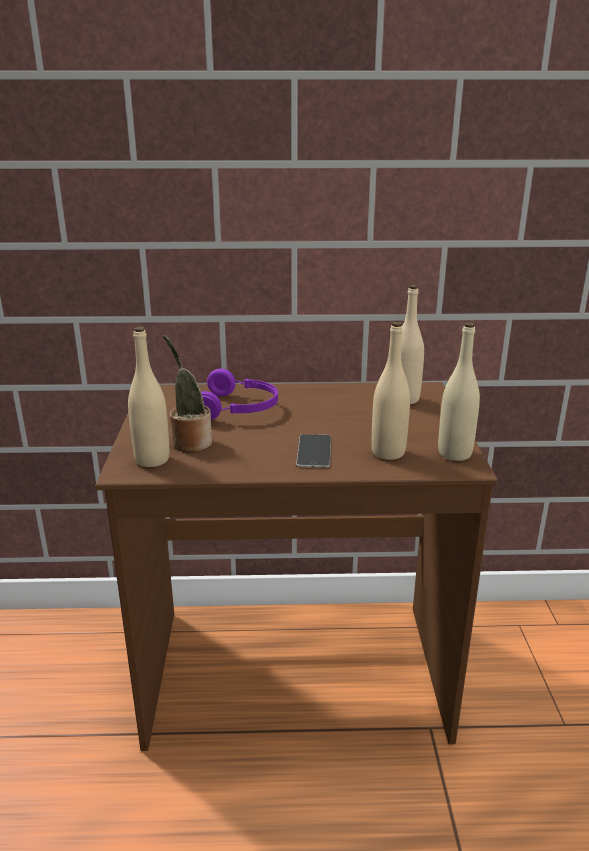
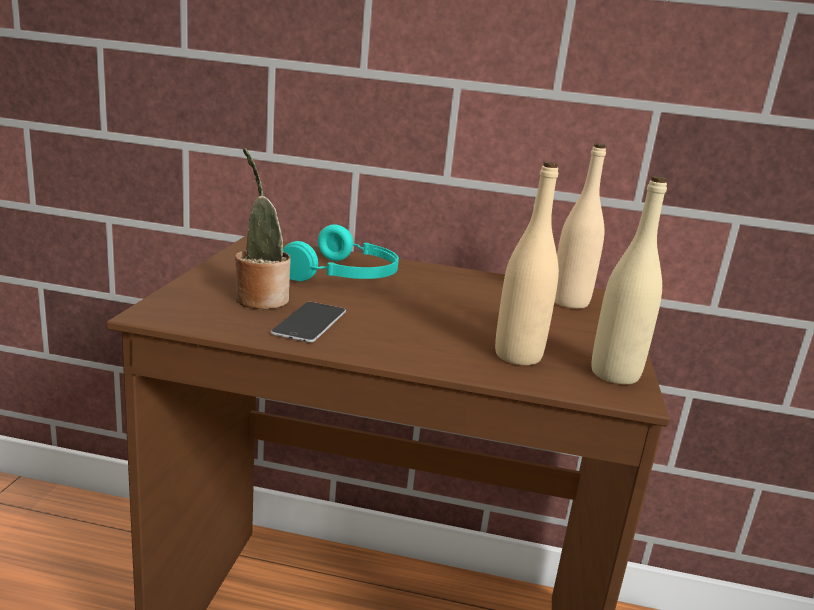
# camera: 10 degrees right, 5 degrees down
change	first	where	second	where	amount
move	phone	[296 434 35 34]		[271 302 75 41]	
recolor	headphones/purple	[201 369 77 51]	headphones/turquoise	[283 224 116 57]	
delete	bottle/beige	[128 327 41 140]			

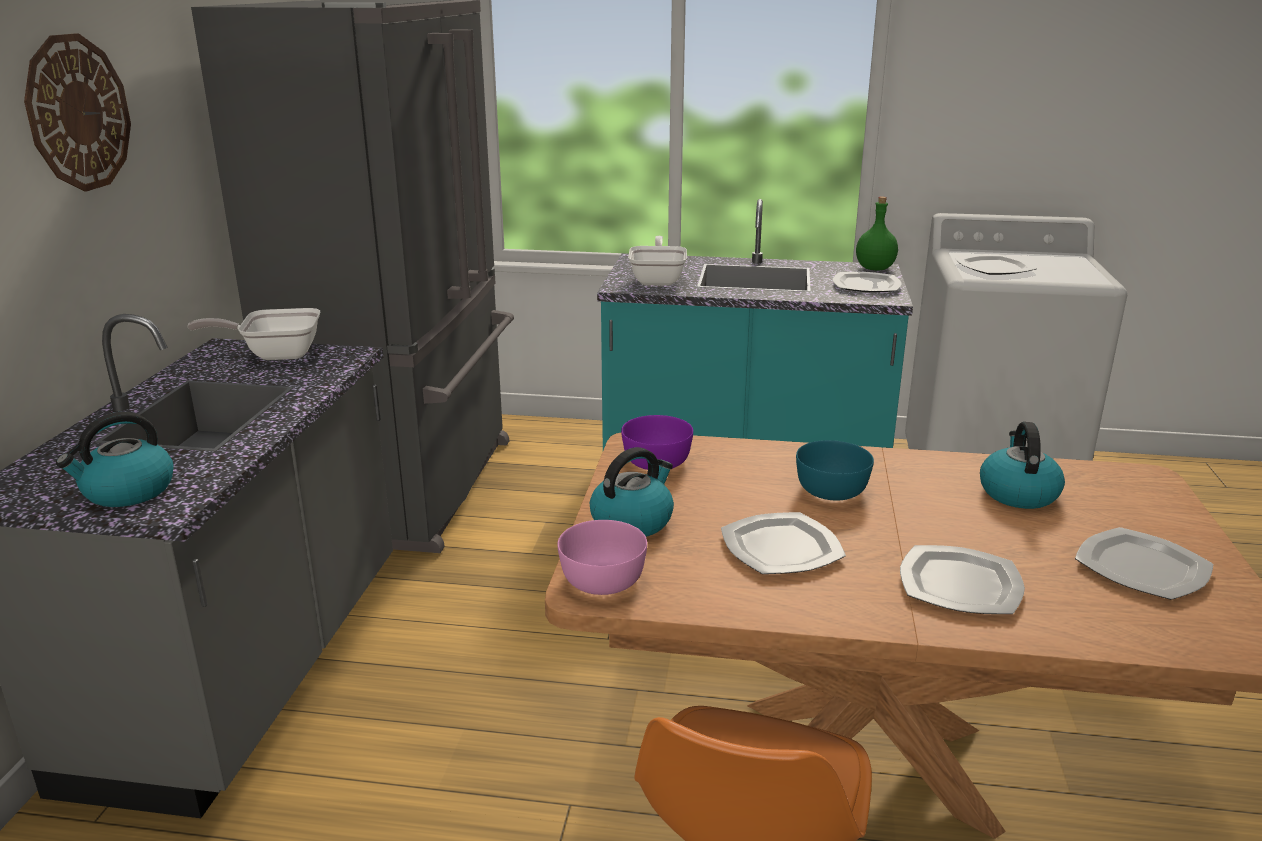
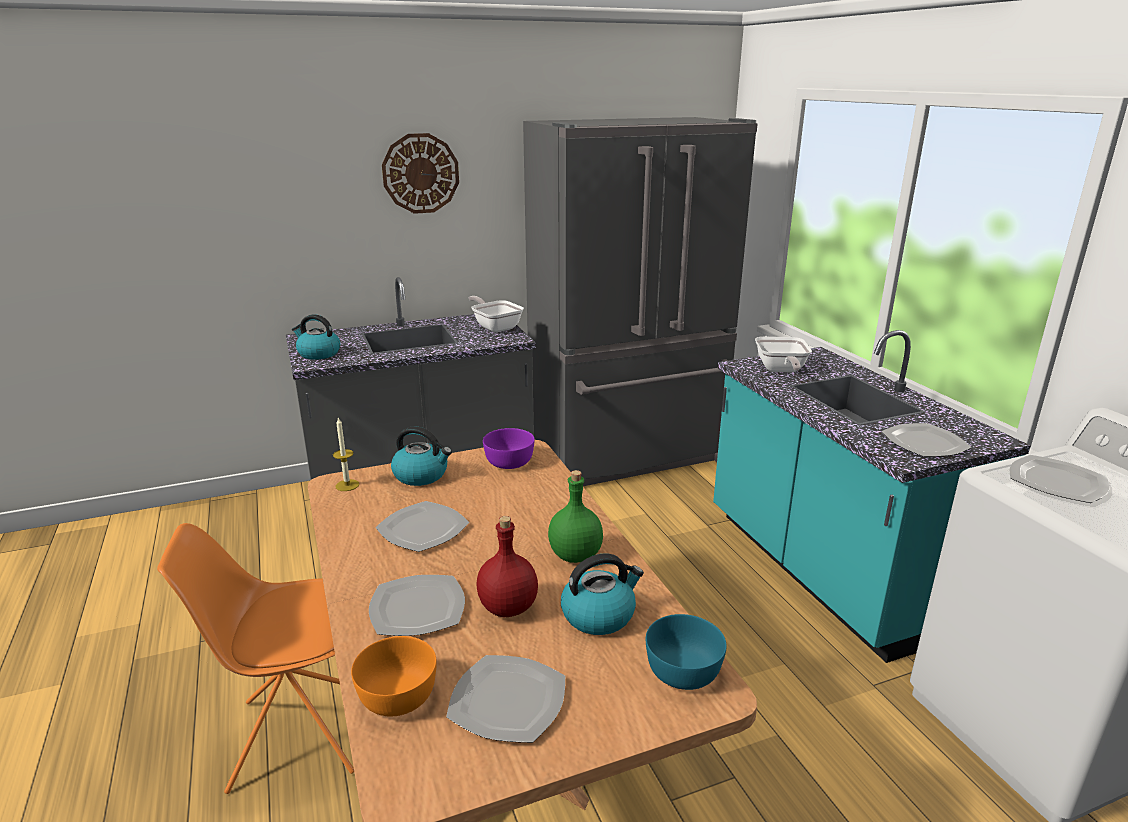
# camera: 60 degrees right, 0 degrees up
change	first	where	second	where	amount
replace	bowl/pink	[558 520 89 75]	candle	[333 418 26 73]	
insert			bowl/orange	[351 636 86 81]	
insert			bottle/red	[476 516 62 101]	
move	bottle/green	[856 197 42 73]		[548 470 55 93]	
move	bowl/turquoise	[796 440 78 60]		[646 614 81 76]	
rotate	frying pan	[628 236 59 50]		[755 337 57 35]	120 degrees clockwise

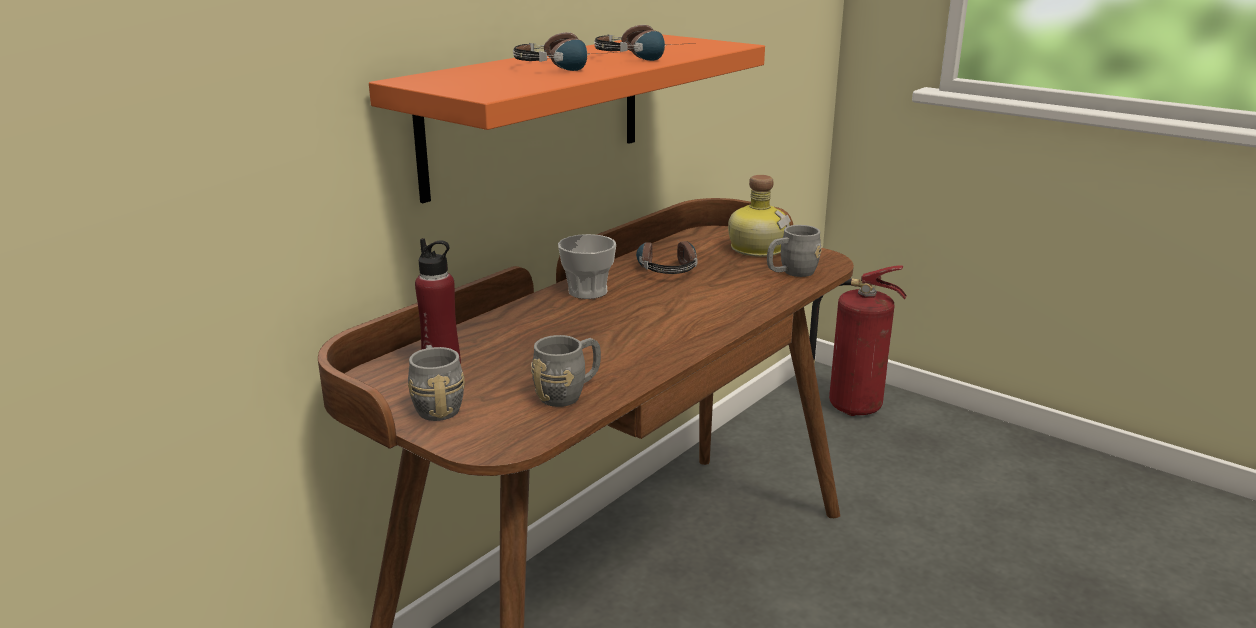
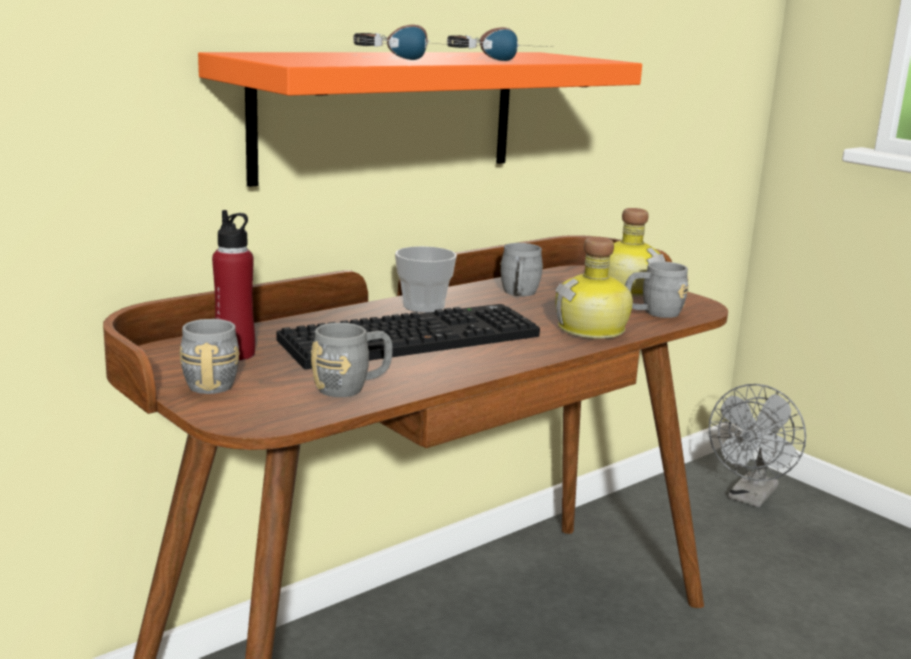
# camera: 10 degrees right, 5 degrees down
change	first	where	second	where	amount
insert			keyboard	[276 304 264 65]	
replace	headphones	[636 241 62 33]	mug/grey	[500 243 43 53]	
insert			bottle	[555 237 78 102]	
replace	fire extinguisher	[810 265 97 151]	fan/grey	[709 384 97 123]	

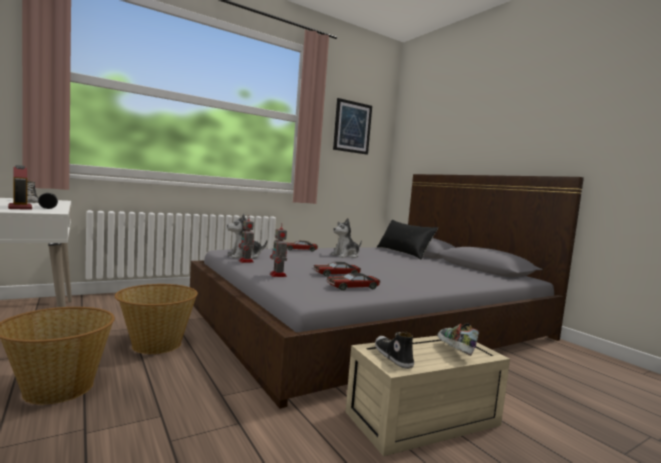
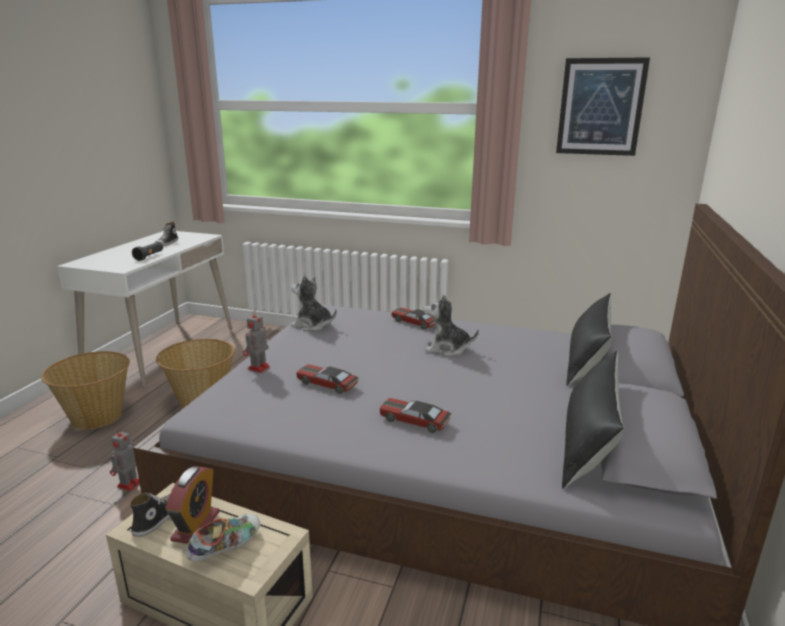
# camera: 50 degrees right, 15 degrees up
change	first	where	second	where	amount
move	toy robot	[239 216 15 47]		[110 428 30 63]	
move	alarm clock	[8 165 24 45]		[165 466 55 78]	
move	toy car	[327 273 53 18]		[379 398 72 35]	
insert			pillow/black	[562 351 63 138]	

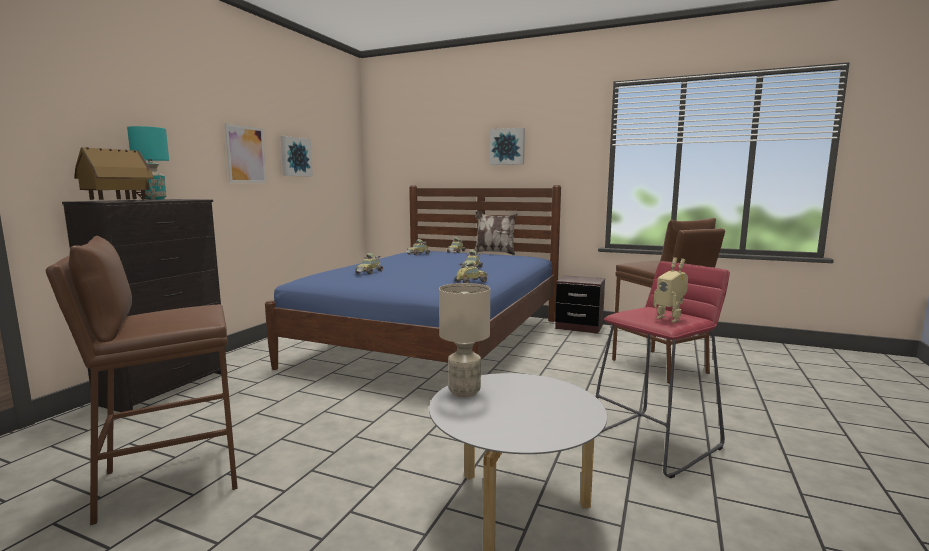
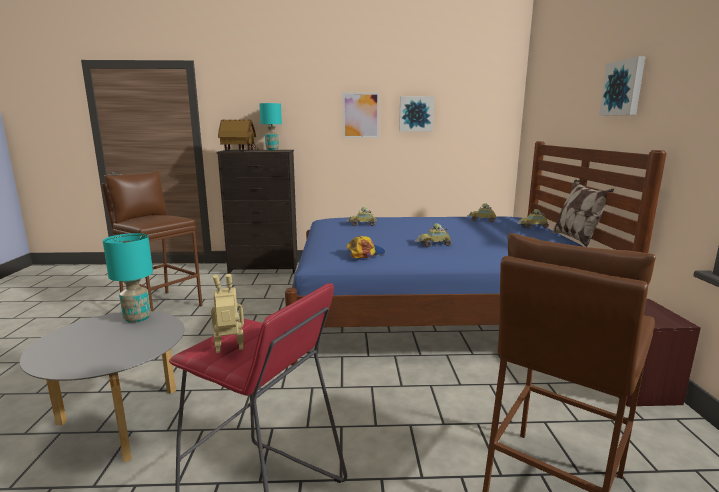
# camera: 65 degrees right, 5 degrees up
change	first	where	second	where	amount
recolor	table lamp/beige	[439 283 51 115]	table lamp/turquoise	[103 233 50 90]	
rotate	toy robot	[654 257 34 66]		[211 274 33 79]	45 degrees clockwise
replace	toy car	[455 261 33 22]	cap	[346 236 39 22]	

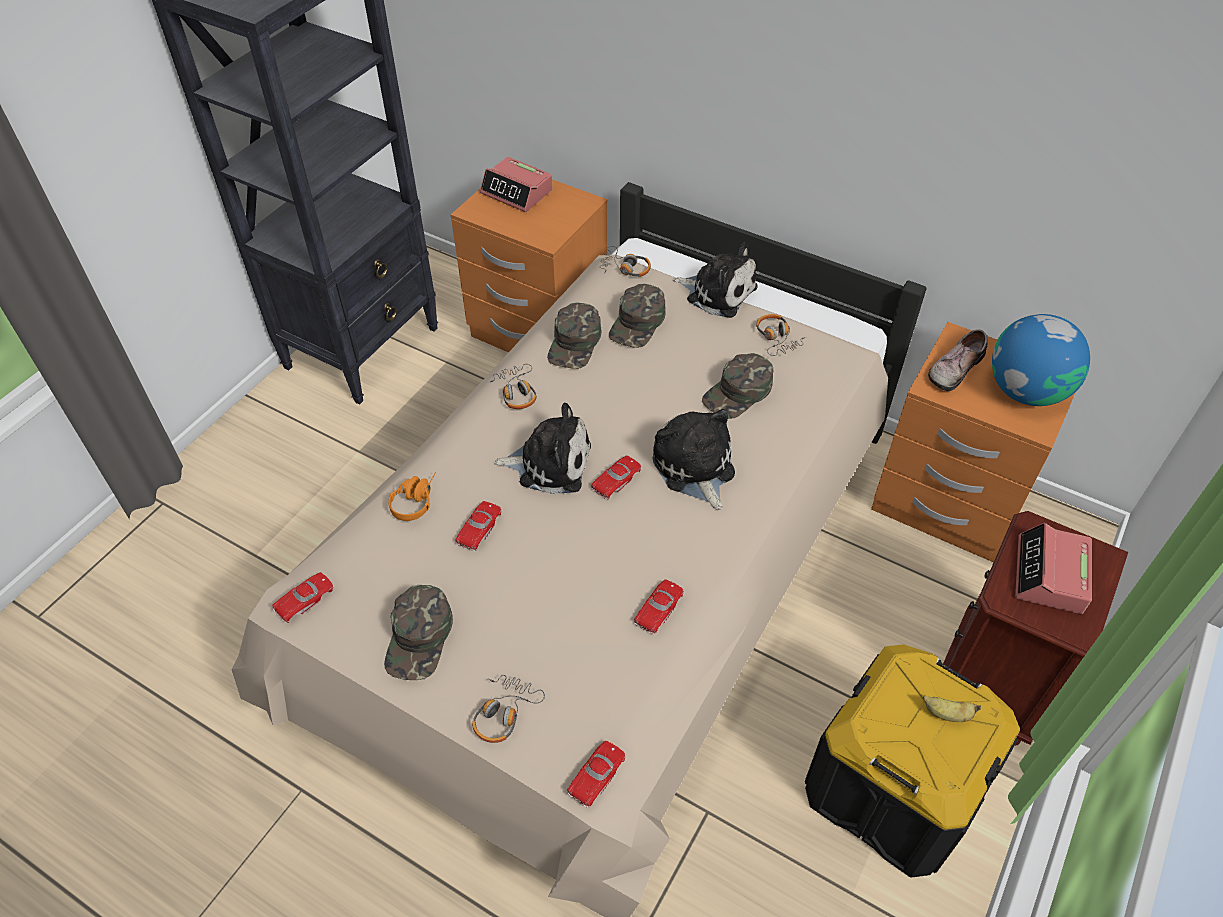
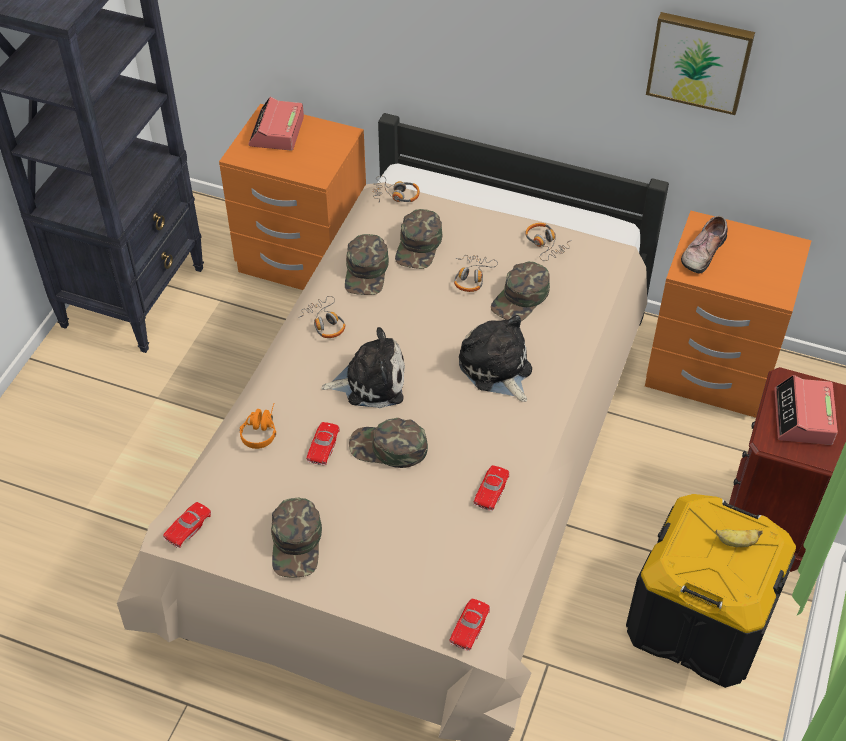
# camera: 10 degrees left, 0 degrees up
change	first	where	second	where	amount
rotate	alarm clock	[480 157 72 55]		[248 97 56 54]	75 degrees clockwise
insert			cap/green	[349 418 79 50]	
move	headphones	[472 675 73 68]		[454 255 44 37]	
insert			picture	[646 12 109 103]	
delete	toy car/red	[591 455 51 44]			
delete	plush toy	[673 243 85 75]			
delete	globe	[992 314 98 92]			

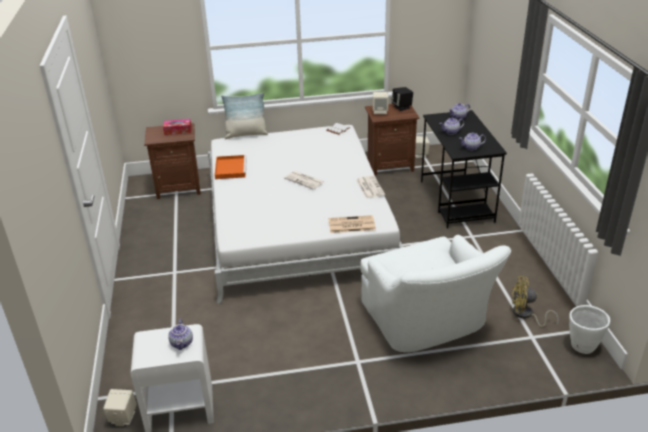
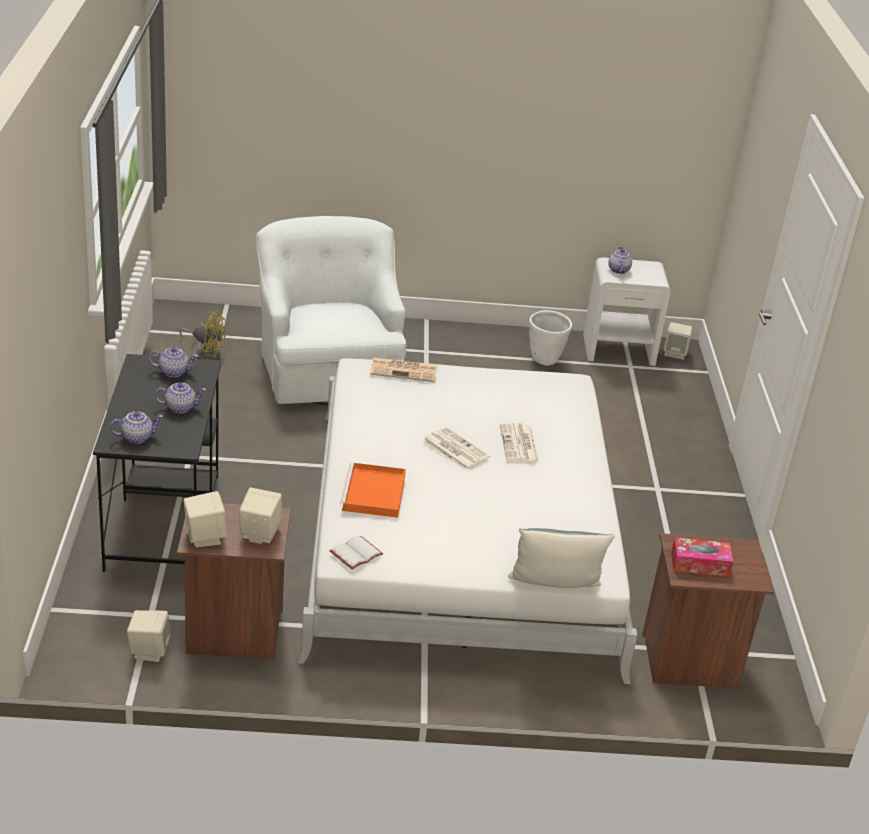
# camera: 175 degrees left, 0 degrees up
change	first	where	second	where	amount
recolor	speaker/black	[391 87 22 24]	speaker/beige	[183 491 44 56]	
move	tray/orange	[215 155 32 24]		[340 463 66 55]	
move	newspaper	[356 176 29 23]		[500 423 39 40]	
move	planter/white	[569 305 41 49]		[529 310 43 56]	

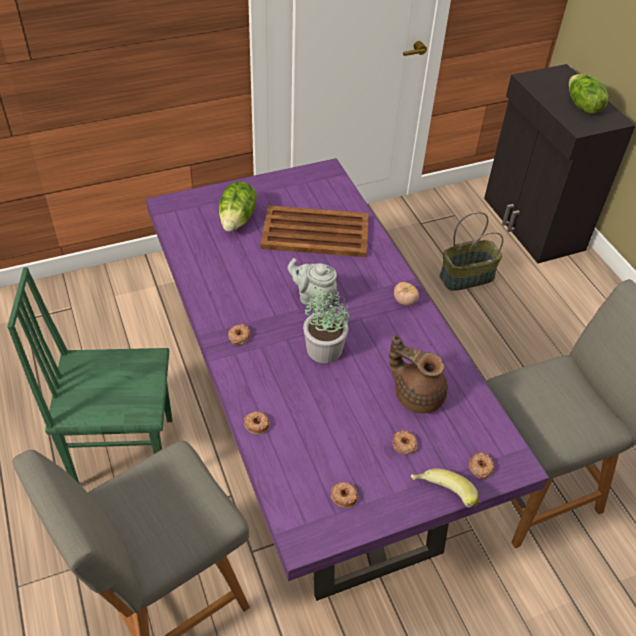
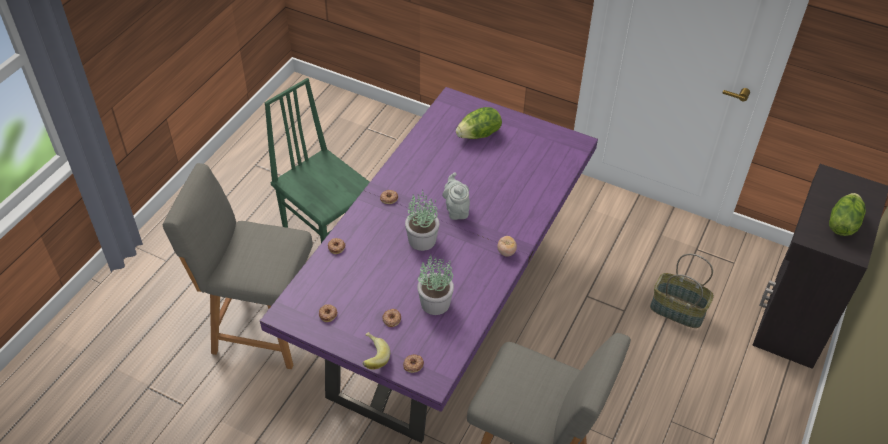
# camera: 50 degrees right, 0 degrees up
change	first	where	second	where	amount
replace	teapot/brown	[389 335 59 78]	potted plant	[418 254 36 61]	
delete	tray/brown	[260 205 109 52]			

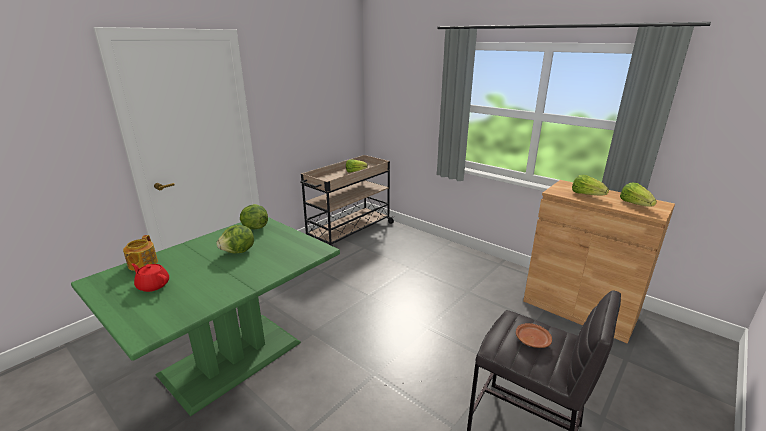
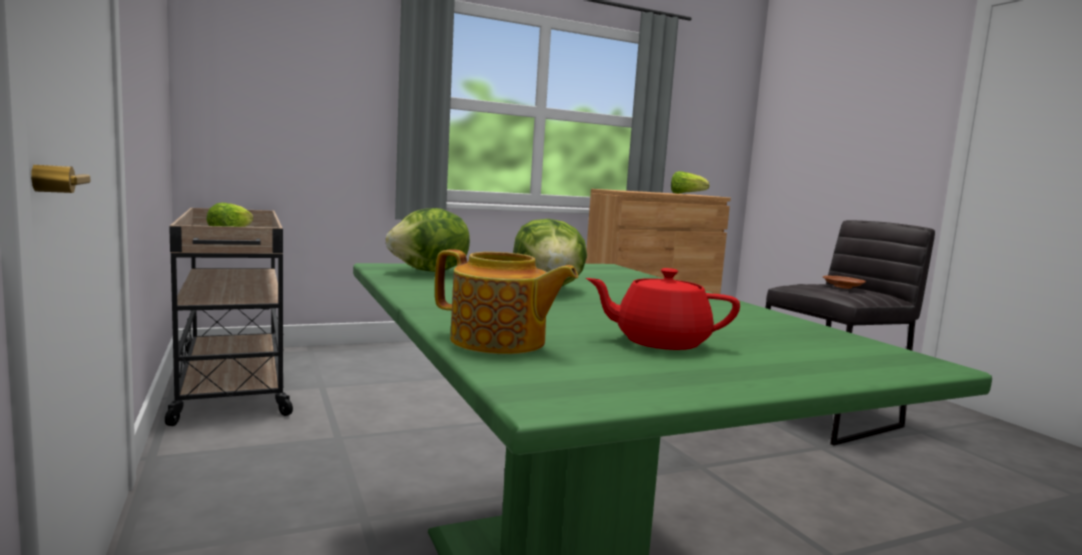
# camera: 65 degrees left, 15 degrees down
change	first	where	second	where	amount
rotate	teapot/red	[132 264 37 28]		[586 268 154 82]	45 degrees clockwise
delete	lettuce	[572 175 37 20]			

